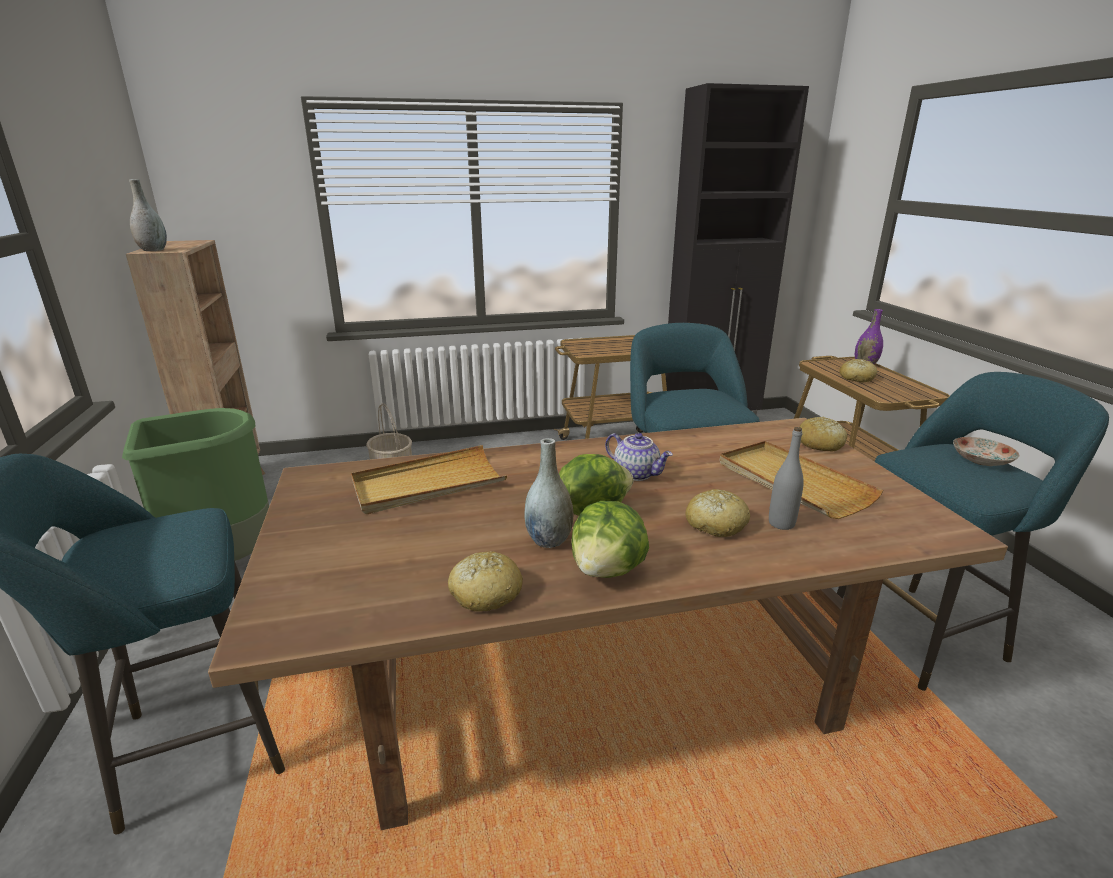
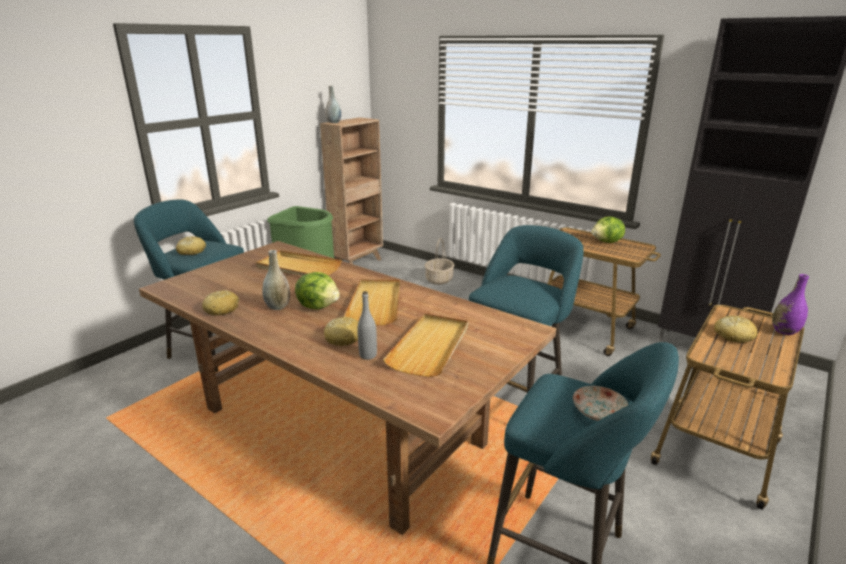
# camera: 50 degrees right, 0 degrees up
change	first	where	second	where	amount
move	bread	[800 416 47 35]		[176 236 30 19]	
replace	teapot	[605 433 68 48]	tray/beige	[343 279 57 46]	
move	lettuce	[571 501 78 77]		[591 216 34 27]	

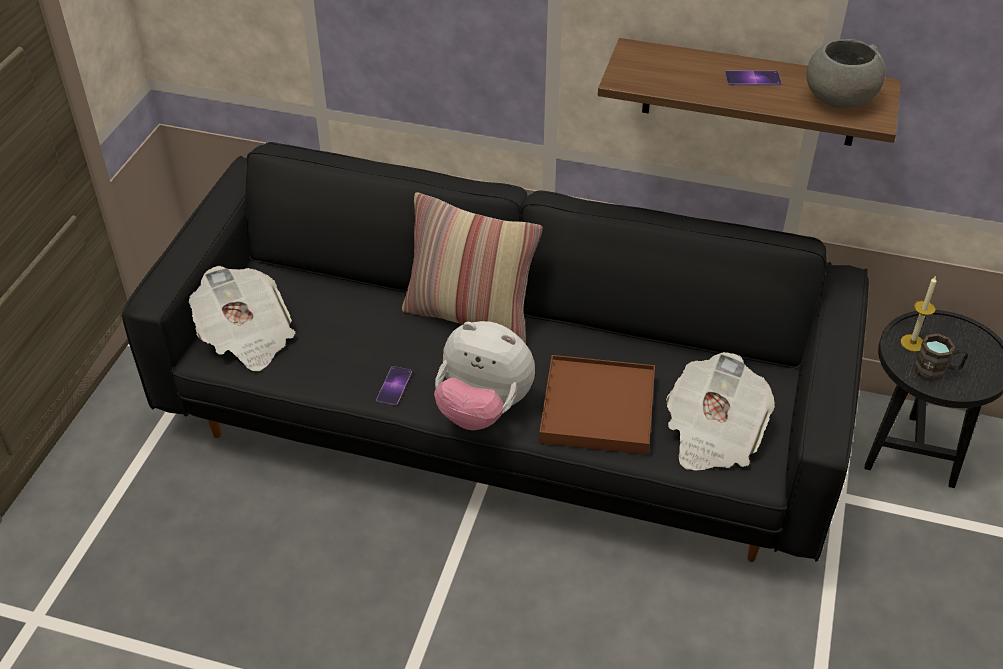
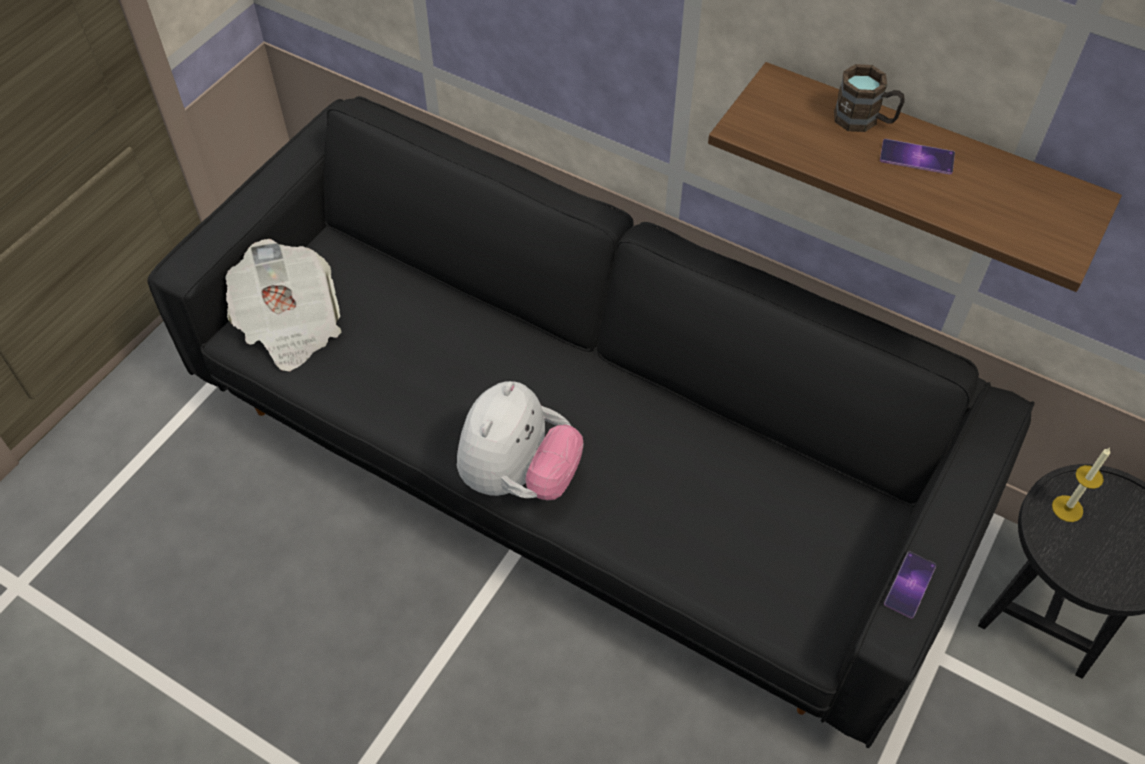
# camera: 15 degrees right, 10 degrees up
change	first	where	second	where	amount
rotate	plush toy	[434 321 101 109]		[457 381 127 119]	105 degrees counterclockwise
move	mug/brown	[914 334 54 47]		[834 64 71 68]	
move	phone	[376 366 36 39]		[884 551 52 68]	
delete	pillow	[402 192 141 152]			
delete	tray/brown	[539 355 116 100]			
delete	newspaper	[666 352 109 119]			
delete	bowl/grey	[807 39 78 69]			

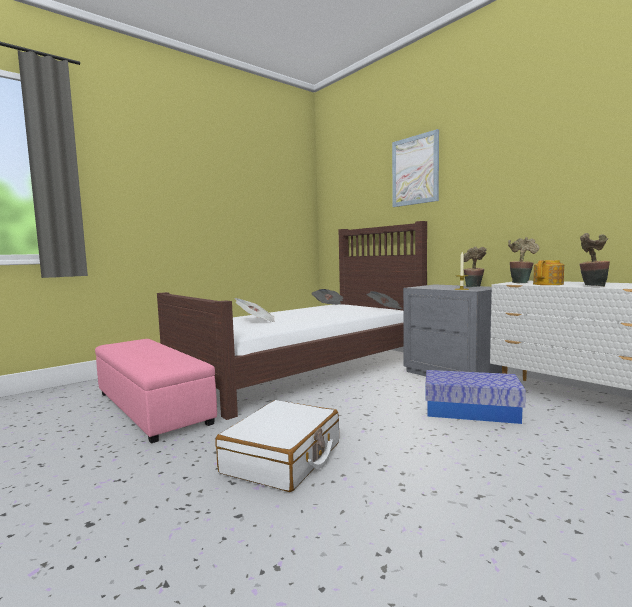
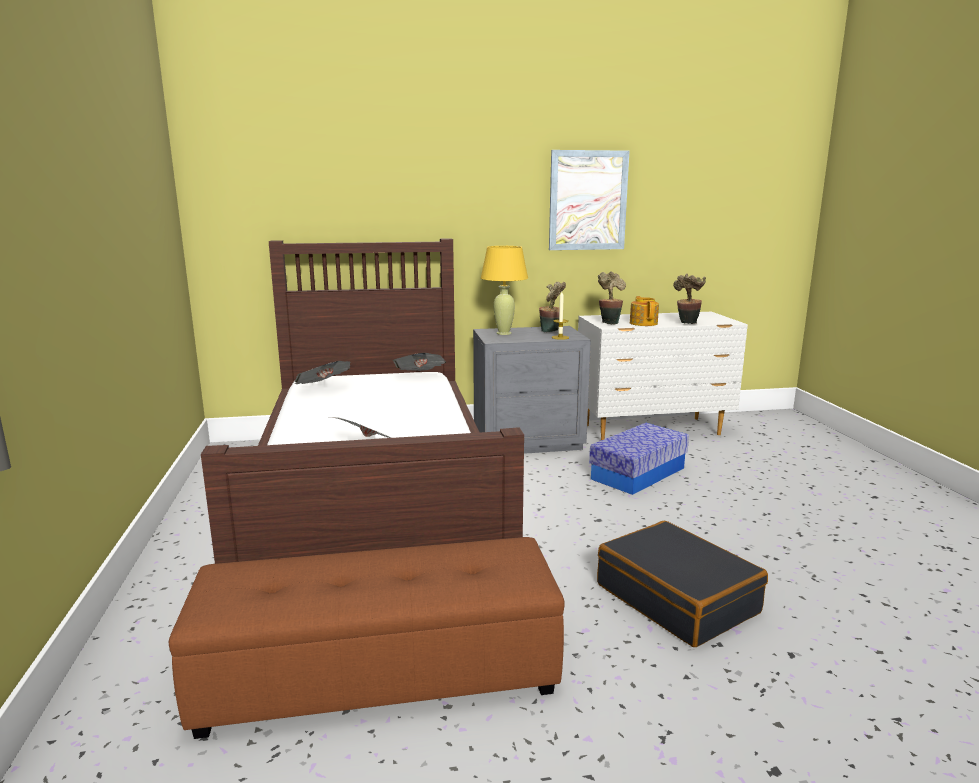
# camera: 60 degrees left, 10 degrees up
change	first	where	second	where	amount
recolor	ottoman/pink	[95 339 122 105]	ottoman/brown	[169 537 396 202]	
insert			table lamp/yellow	[481 246 47 89]	
move	picture	[392 129 47 78]		[549 150 81 100]	
recolor	suitcase/white	[215 400 124 92]	suitcase/black	[597 521 171 126]	

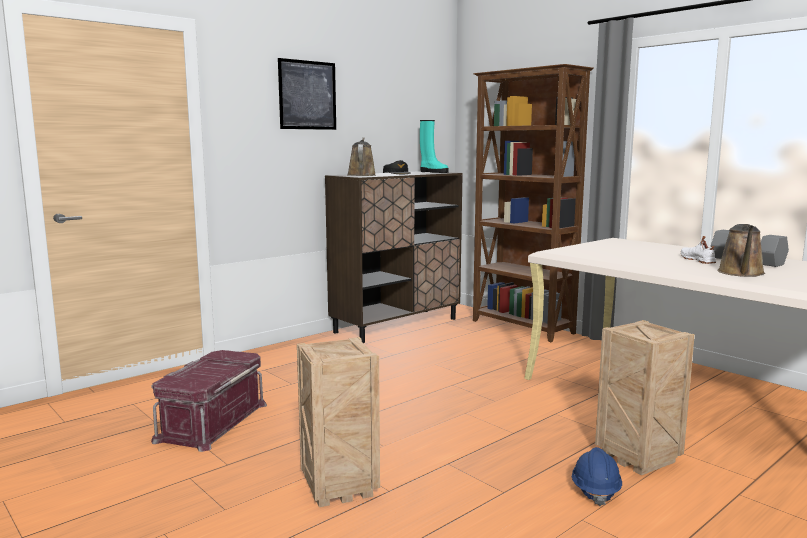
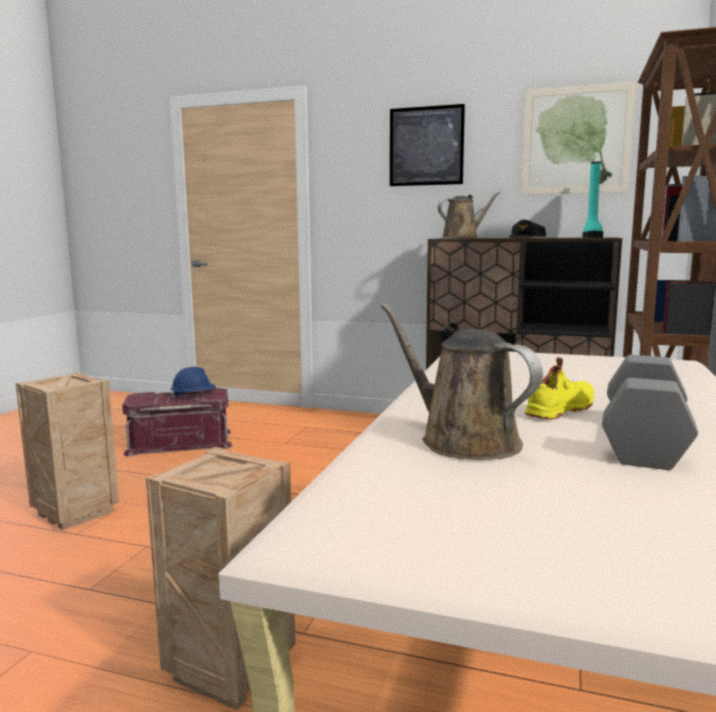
# camera: 60 degrees right, 0 degrees up
change	first	where	second	where	amount
move	hard hat/blue	[572 447 50 59]		[170 367 46 32]	
rotate	watering can/brown	[718 224 47 53]		[381 303 162 157]	60 degrees clockwise
insert			picture	[521 82 115 113]	
recolor	shoe/white	[681 236 35 28]	shoe/yellow	[525 357 69 63]	

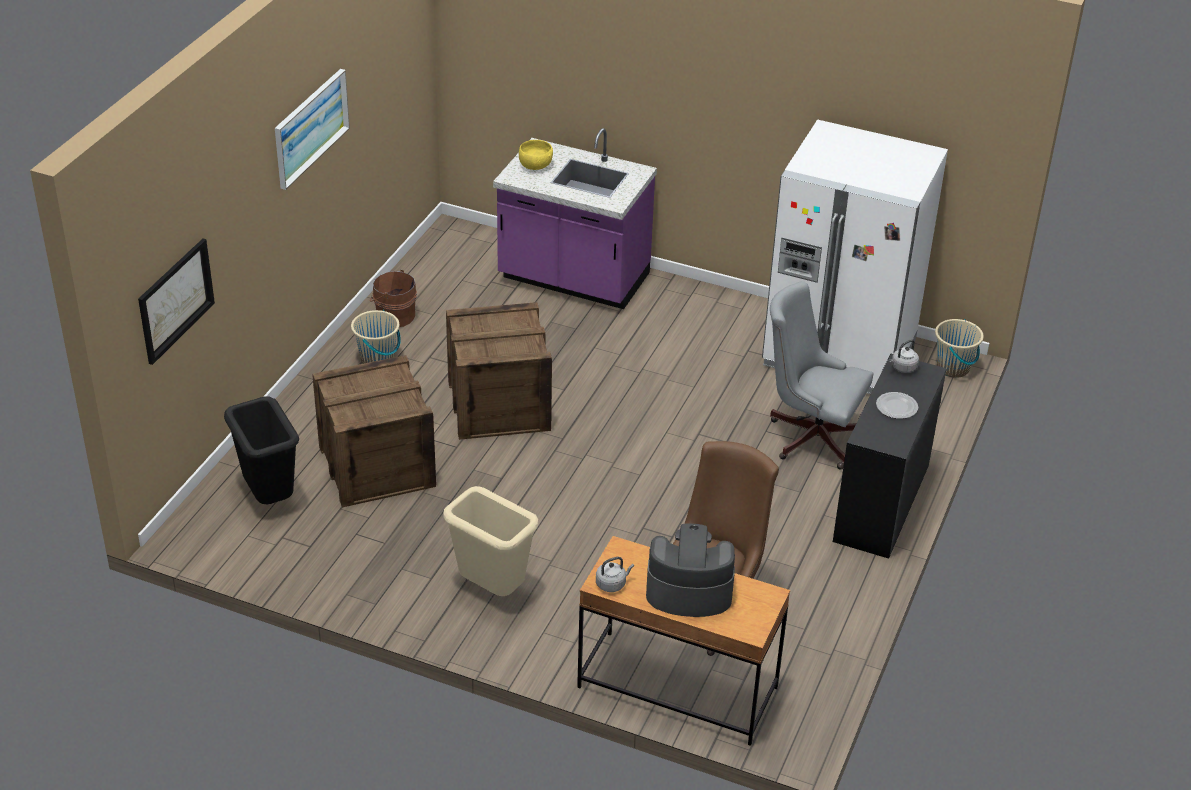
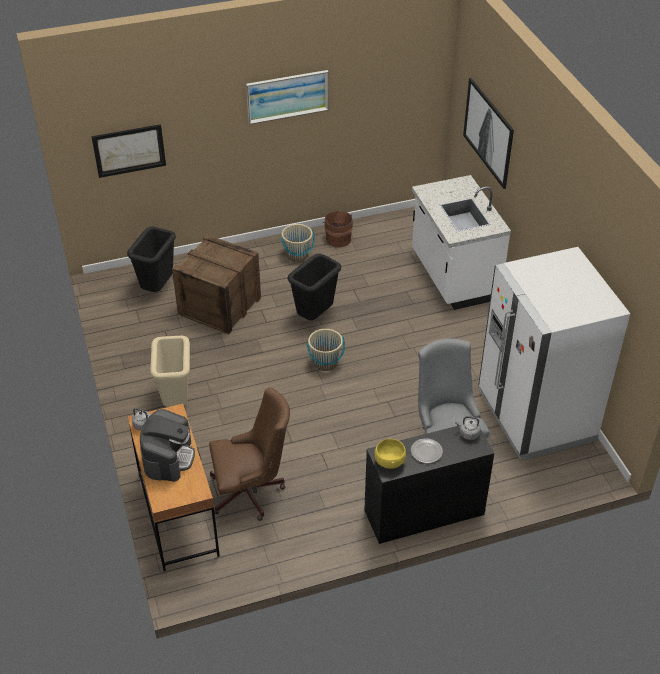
# camera: 50 degrees right, 5 degrees up
change	first	where	second	where	amount
rotate	coffee machine	[646 523 89 94]		[140 409 55 73]	45 degrees clockwise
replace	crate	[446 302 106 138]	trash can/black	[288 253 53 67]	
move	bucket/beige	[935 319 49 59]		[307 329 38 42]	
move	bowl/yellow	[519 140 34 30]		[374 439 32 30]	
recolor	counter/purple	[493 128 164 181]	counter/white	[412 175 99 135]	
insert			picture	[463 78 51 111]	

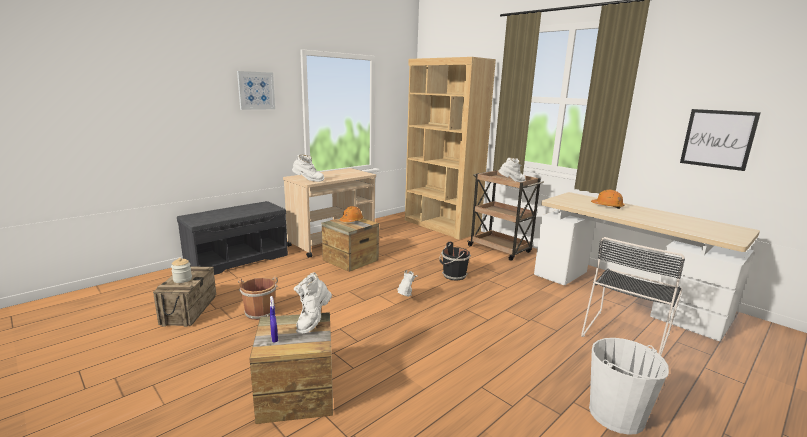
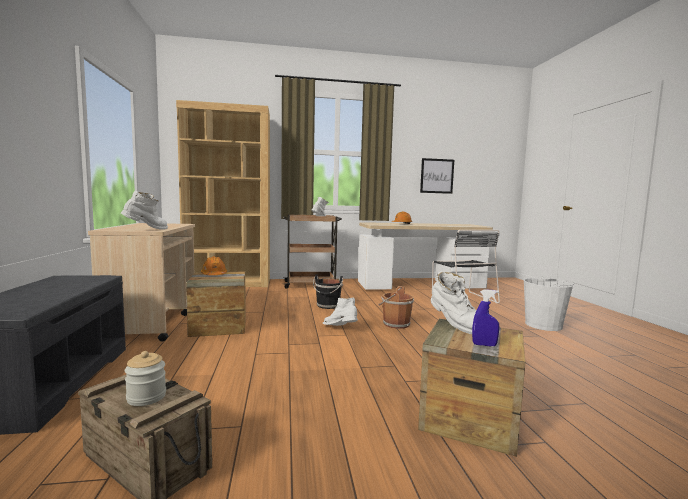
# camera: 55 degrees left, 10 degrees down
change	first	where	second	where	amount
move	bucket/brown	[238 275 40 45]		[378 286 36 43]	
delete	picture	[237 71 38 39]			

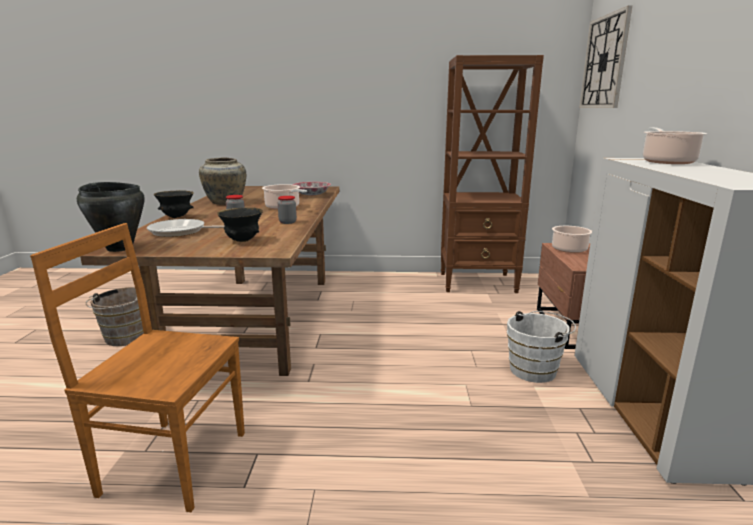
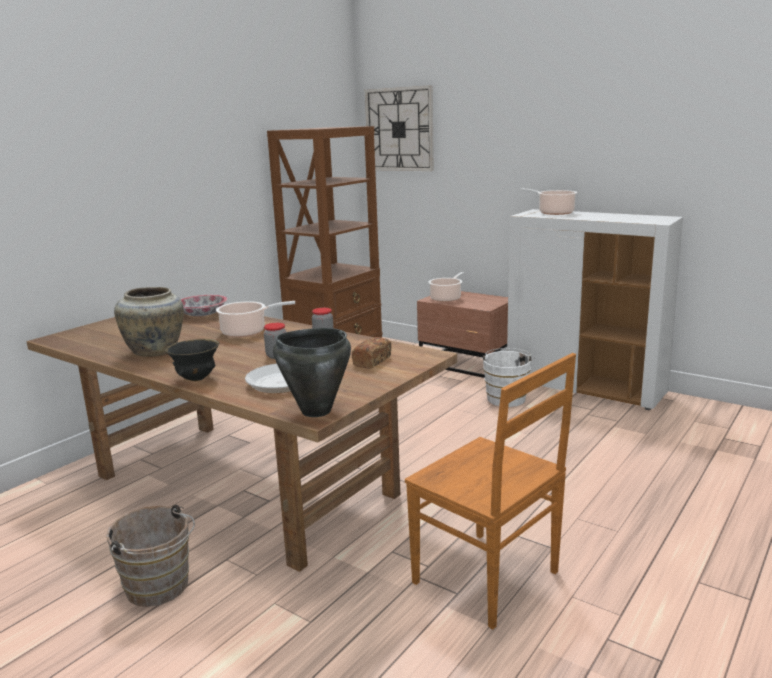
# camera: 55 degrees left, 0 degrees up
change	first	where	second	where	amount
replace	bowl/black	[217 207 46 35]	bread	[352 337 40 32]	
rotate	chair/brown	[30 223 215 289]		[405 353 171 276]	90 degrees counterclockwise

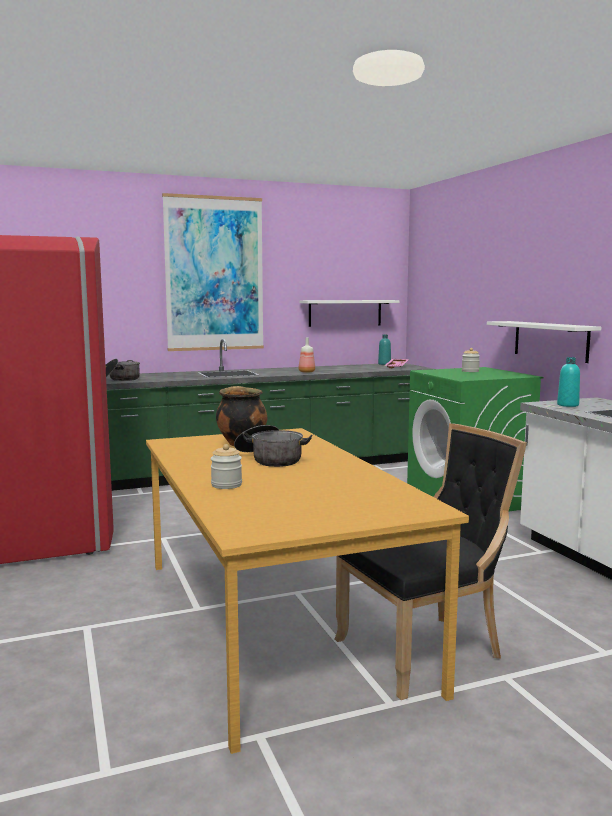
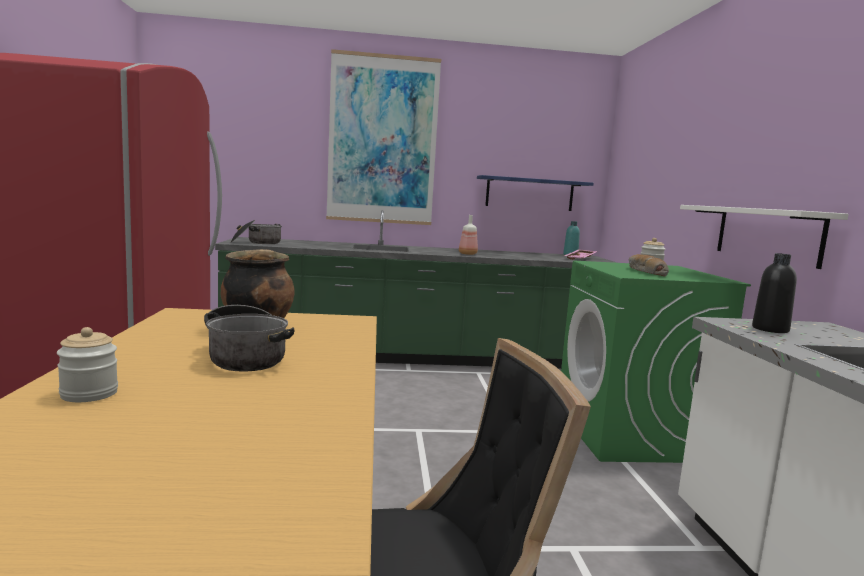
# camera: 15 degrees right, 0 degrees up
change	first	where	second	where	amount
recolor	shelf/white	[300 300 100 27]	shelf/blue	[477 175 117 36]	
insert			bread	[628 254 41 23]	
recolor	bottle/turquoise	[557 357 23 50]	bottle/black	[752 253 45 80]	

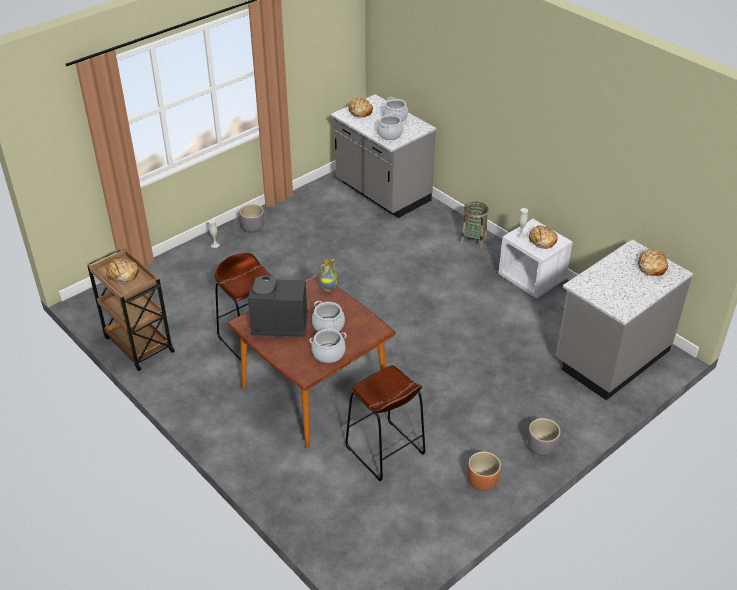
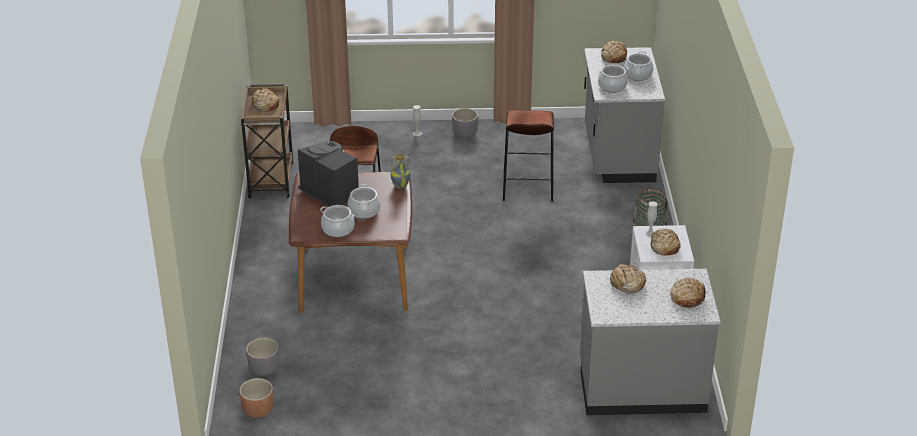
# camera: 40 degrees right, 5 degrees down
change	first	where	second	where	amount
move	planter/brown	[468 451 33 40]		[239 378 35 40]	
move	planter/grey	[528 418 33 38]		[246 338 33 38]	
move	stool/brown	[345 365 80 116]		[503 110 51 92]	
insert			bread	[610 264 36 30]	

